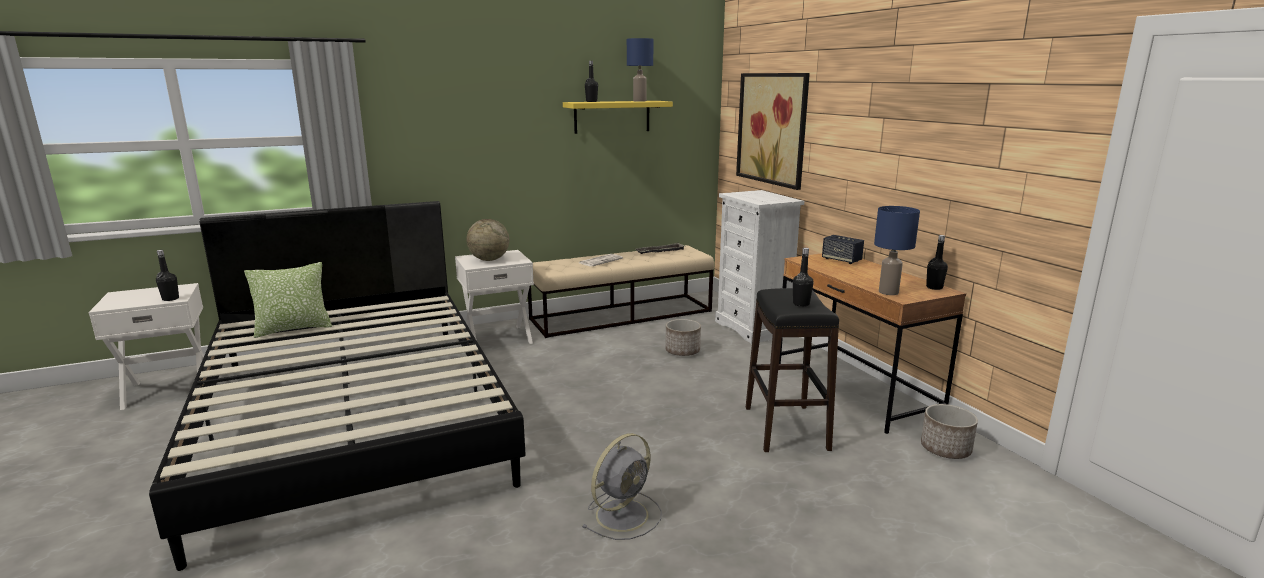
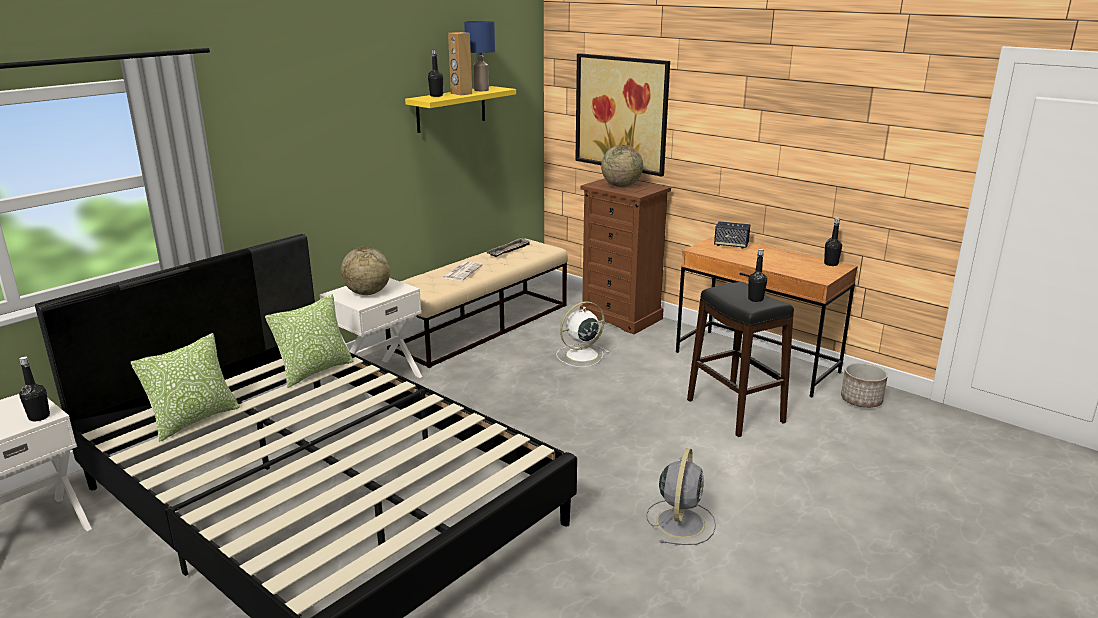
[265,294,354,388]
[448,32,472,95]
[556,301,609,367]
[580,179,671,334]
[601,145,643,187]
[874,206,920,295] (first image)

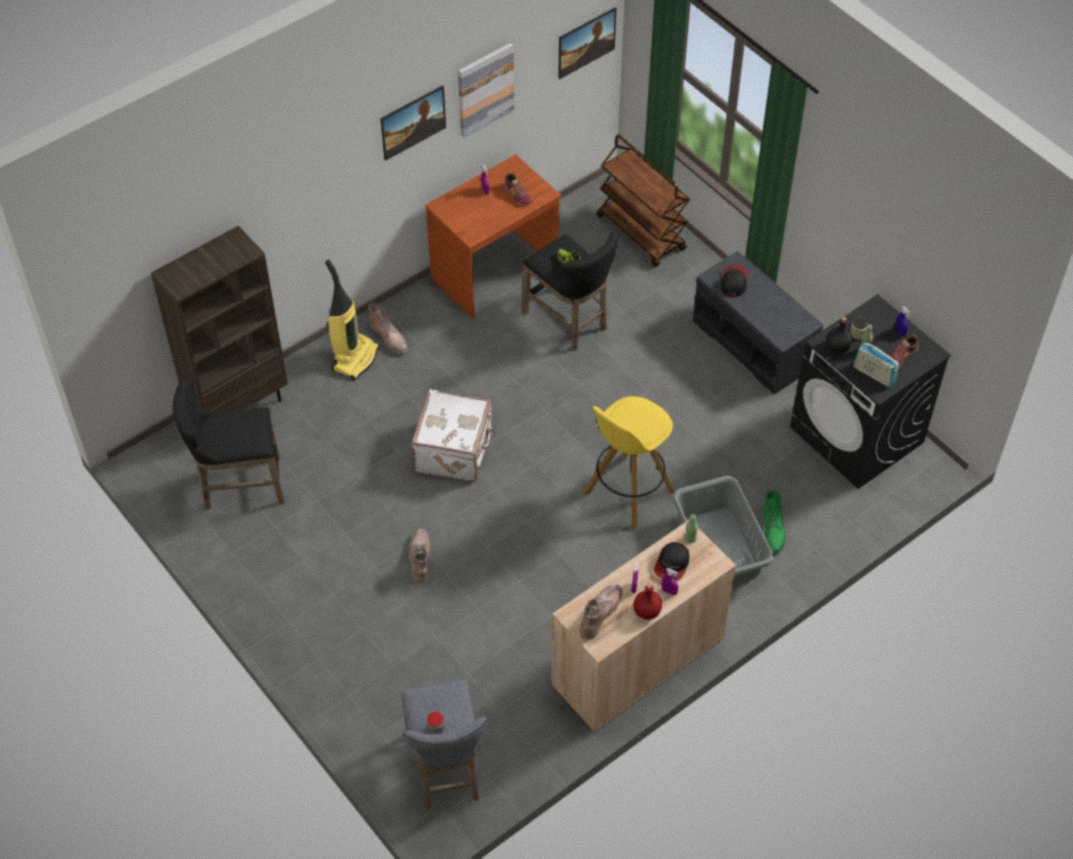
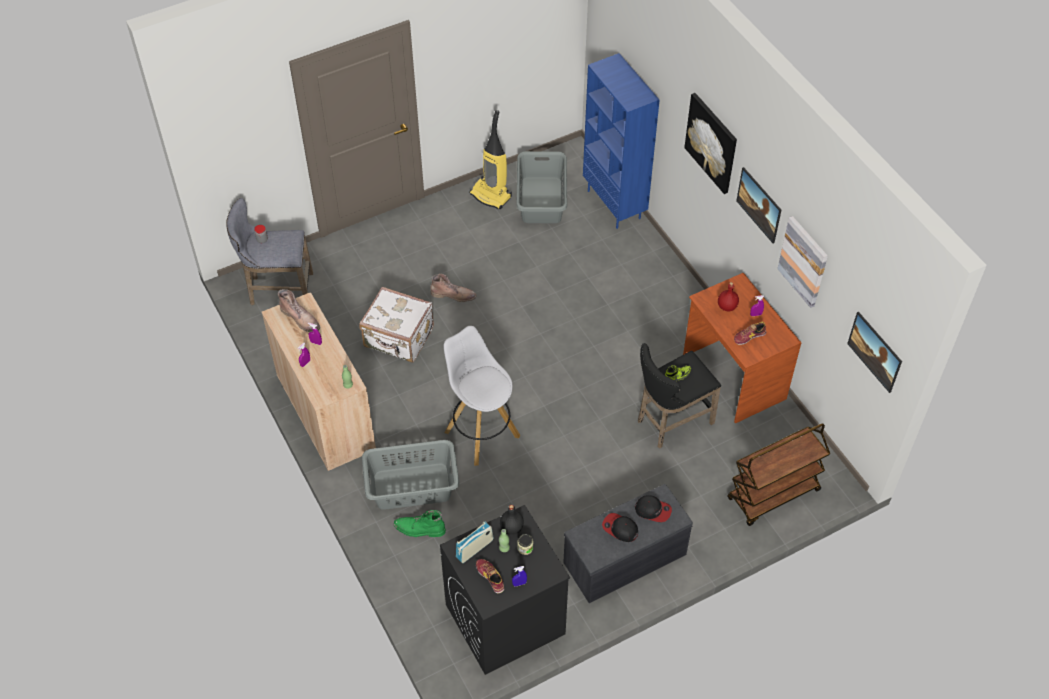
[359,287,434,363]
[444,326,520,466]
[469,110,512,210]
[516,151,567,223]
[583,53,660,229]
[602,513,638,542]
[684,93,737,194]
[718,282,739,311]
[369,303,409,355] (first image)

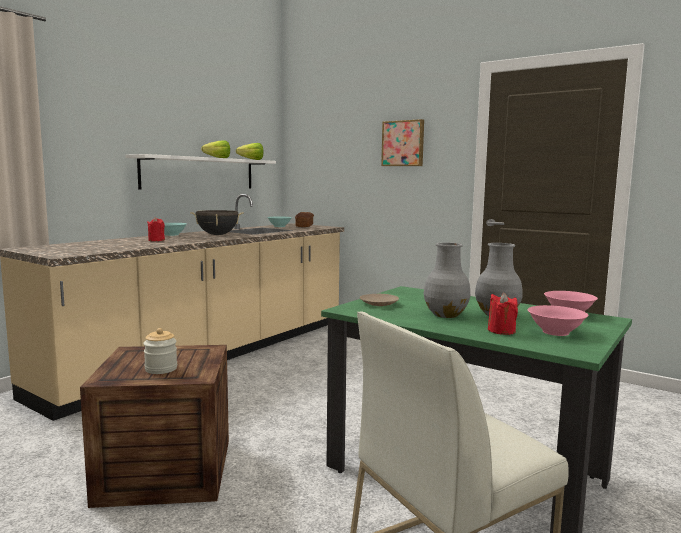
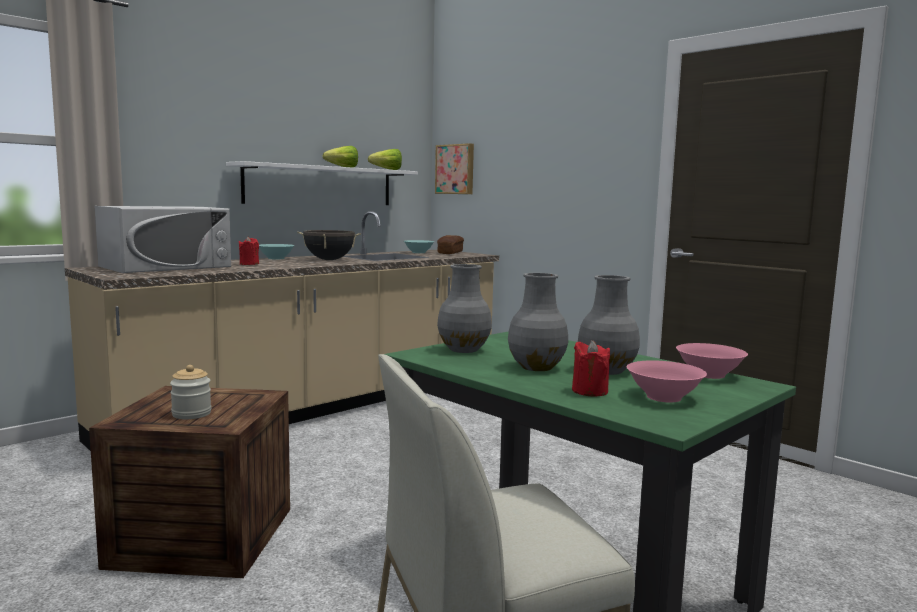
[95,206,231,273]
[435,143,474,194]
[437,264,492,353]

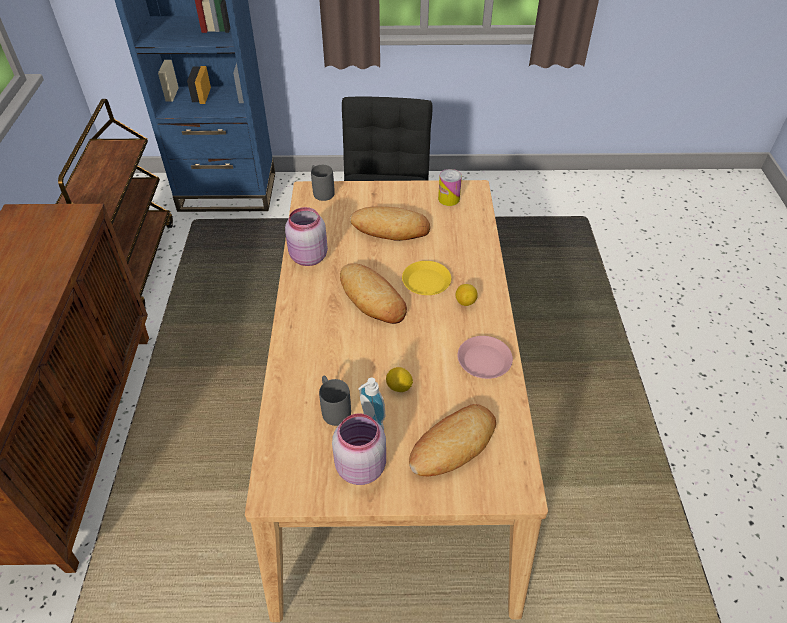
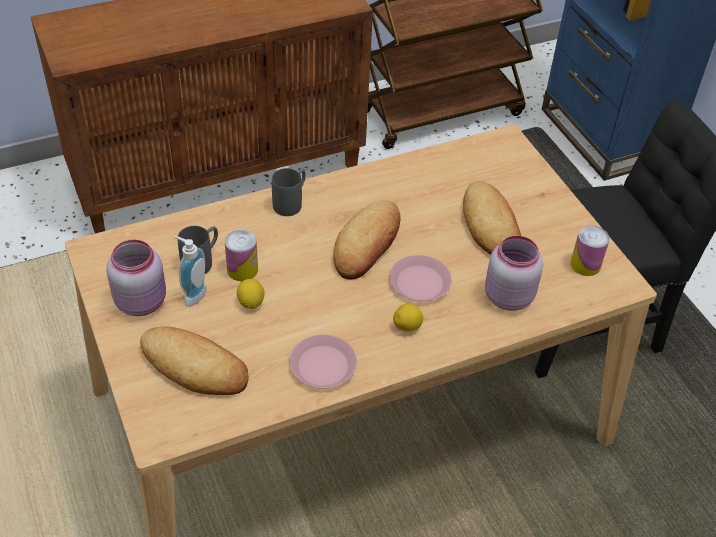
[225,230,258,281]
[272,168,306,216]
[389,255,452,302]
[485,236,543,311]

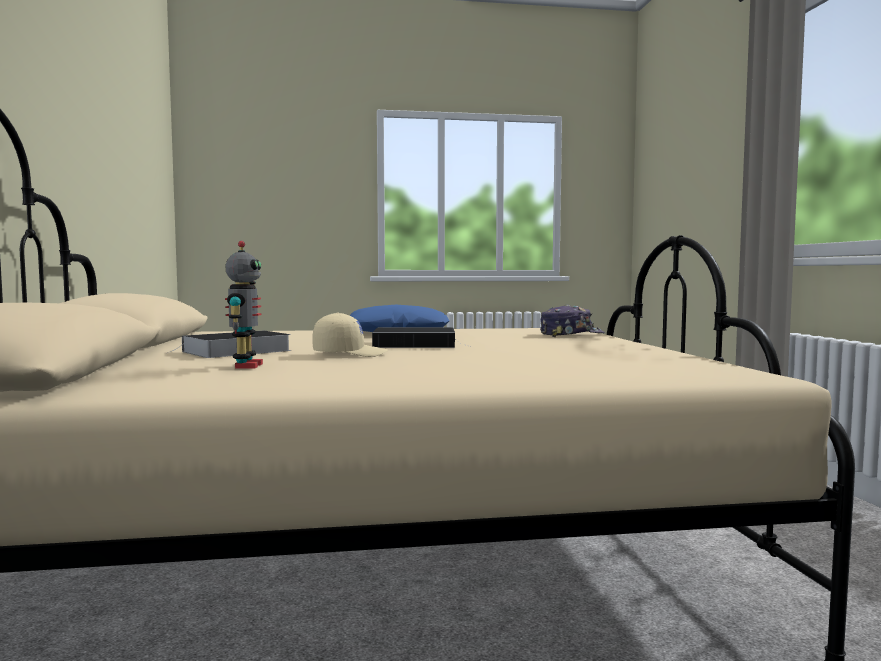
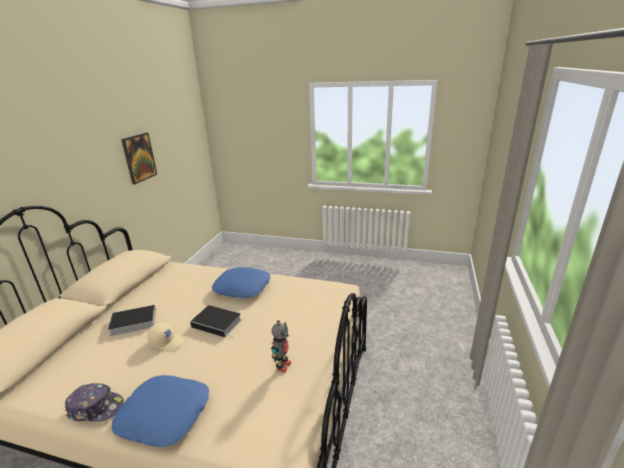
[65,383,124,422]
[112,375,209,447]
[121,133,157,184]
[271,320,291,373]

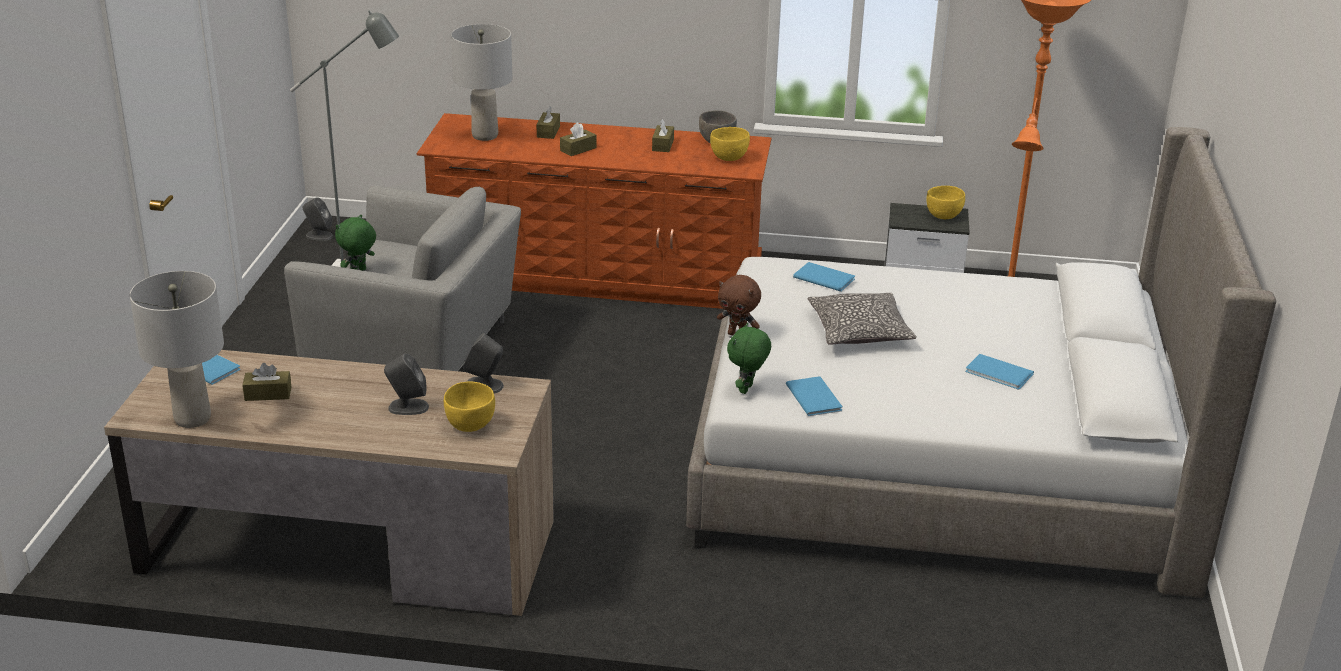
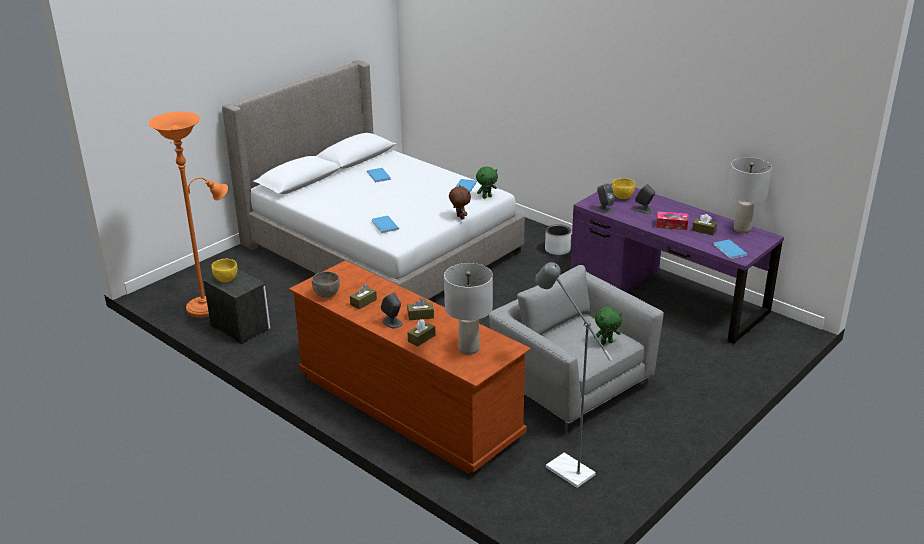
[381,292,403,328]
[545,224,571,255]
[570,183,784,344]
[656,211,688,230]
[710,127,750,161] (first image)
[808,293,917,345] (first image)

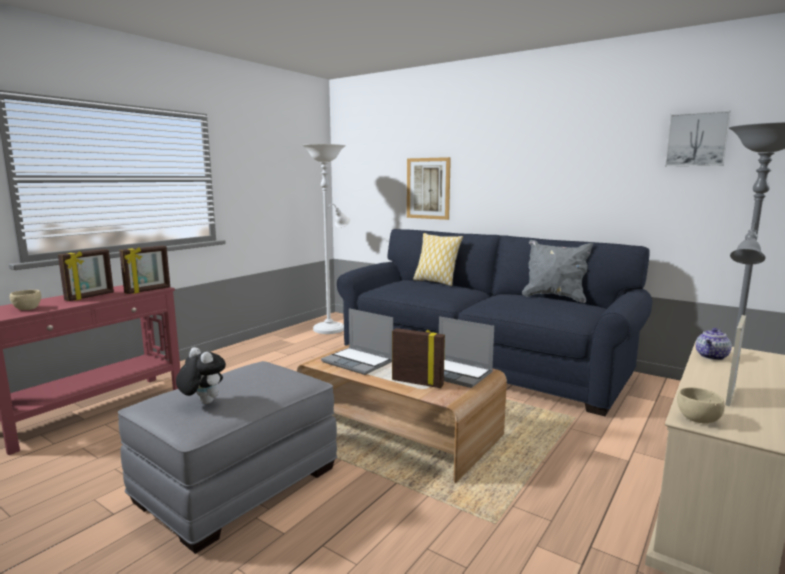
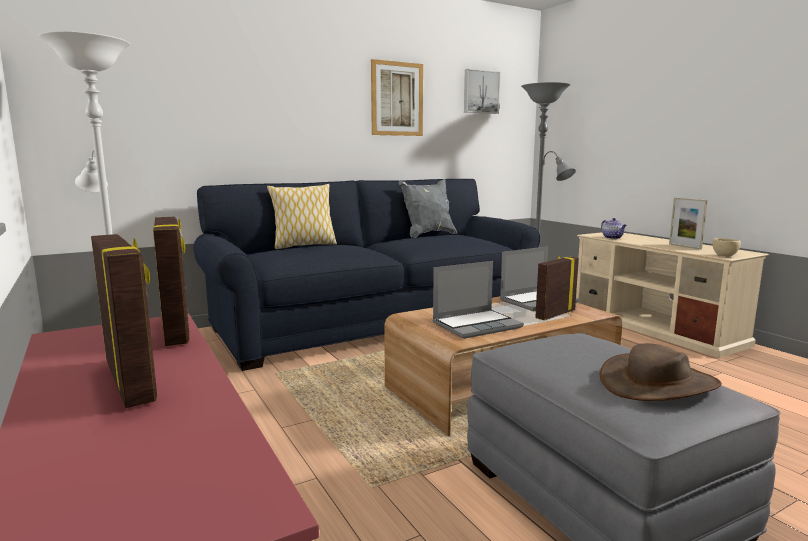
[371,59,423,136]
[600,343,722,401]
[10,290,41,310] (first image)

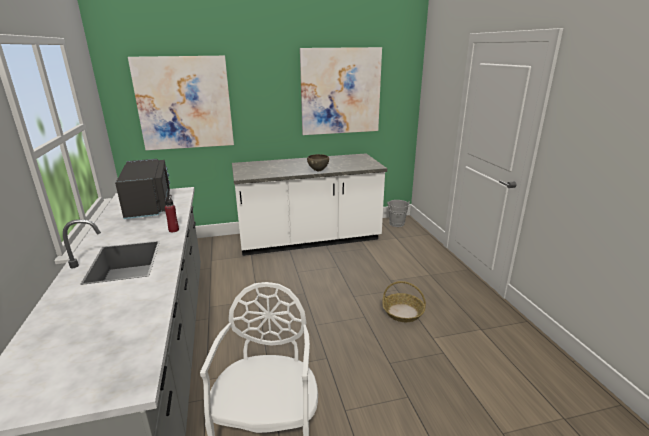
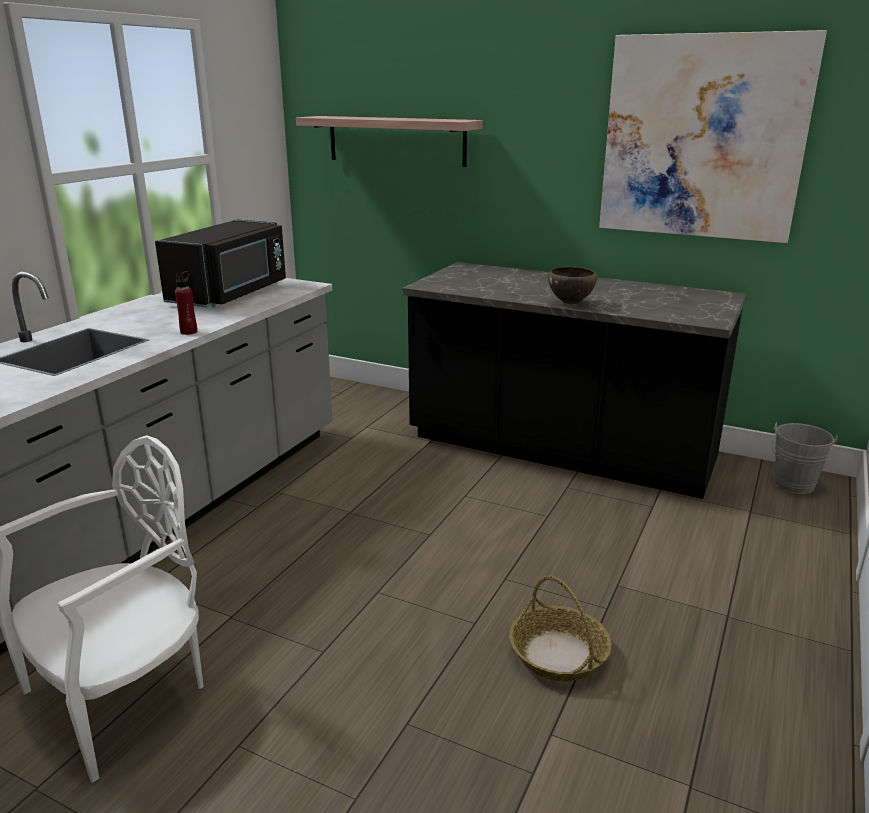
[296,116,483,167]
[403,262,747,499]

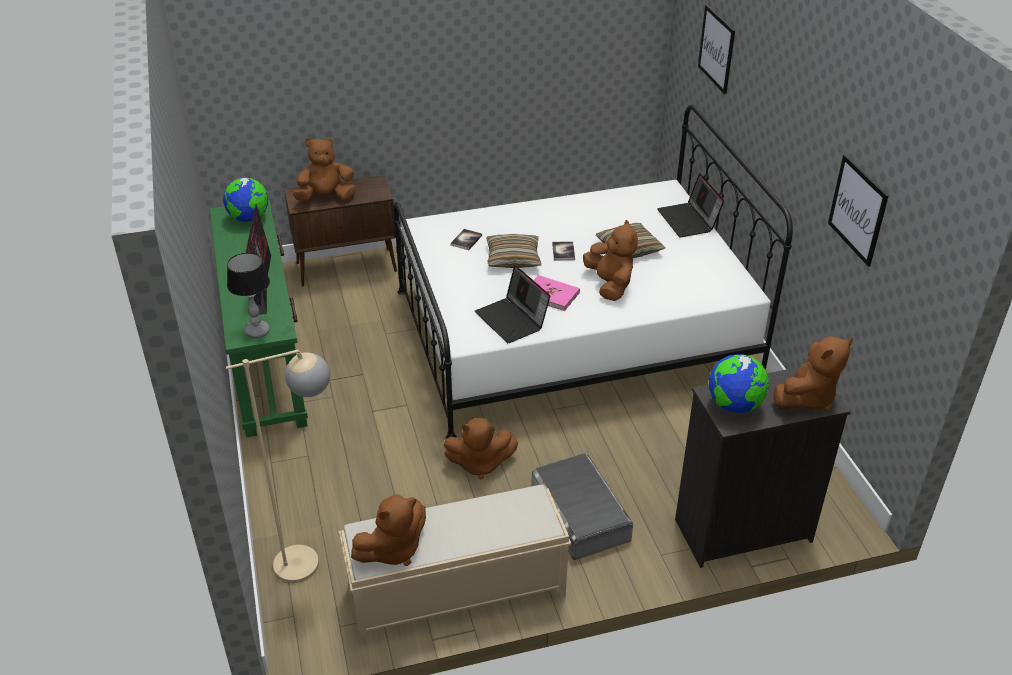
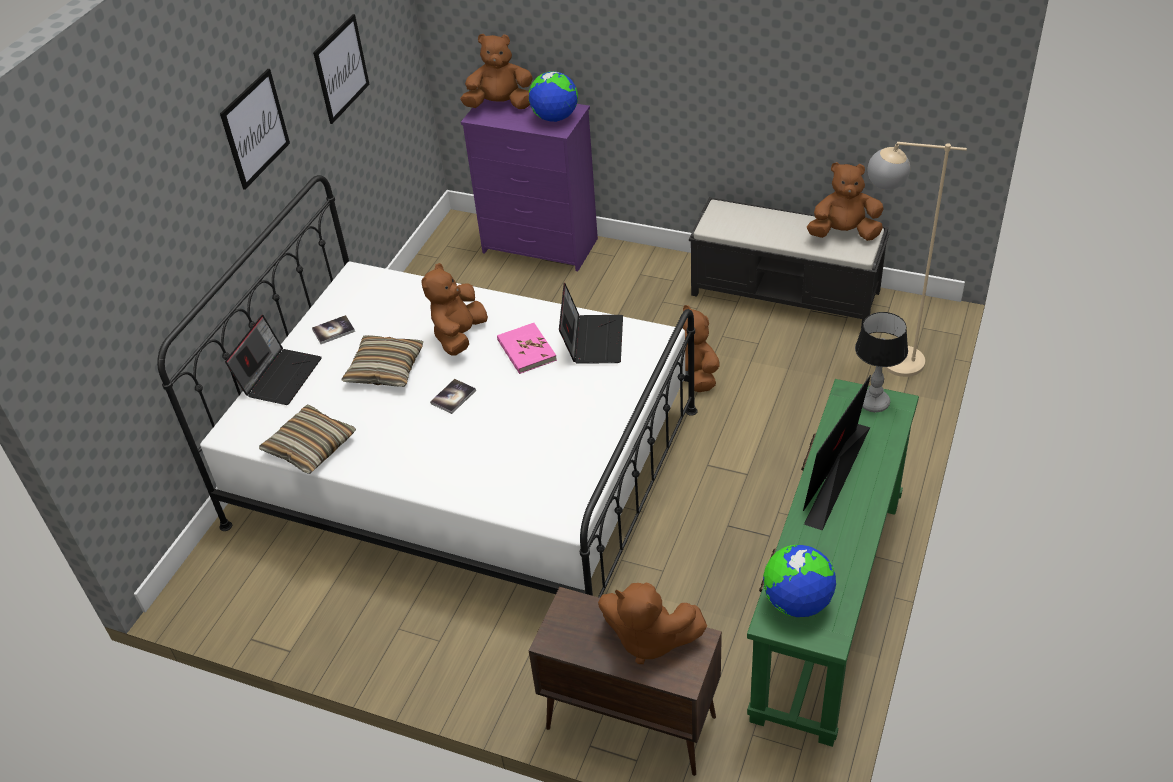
[220,69,290,190]
[259,404,356,474]
[312,315,355,344]
[461,99,598,271]
[689,197,890,328]
[531,453,633,560] (first image)

